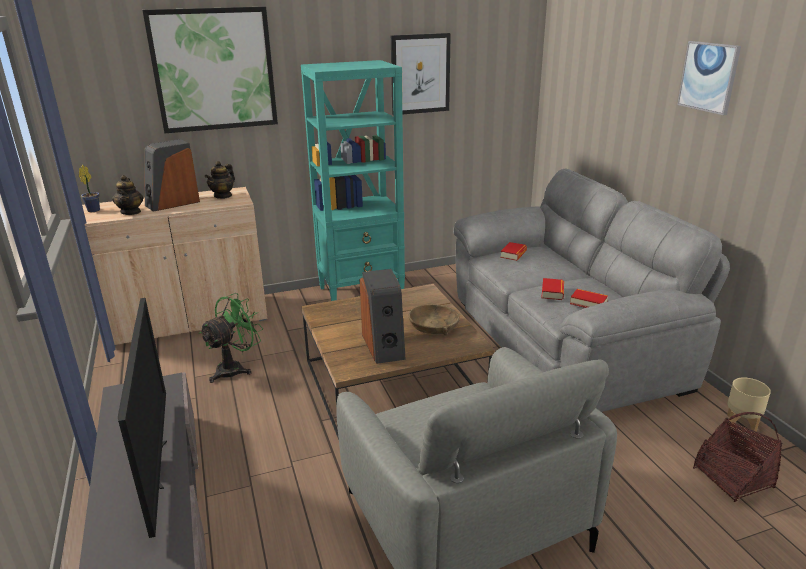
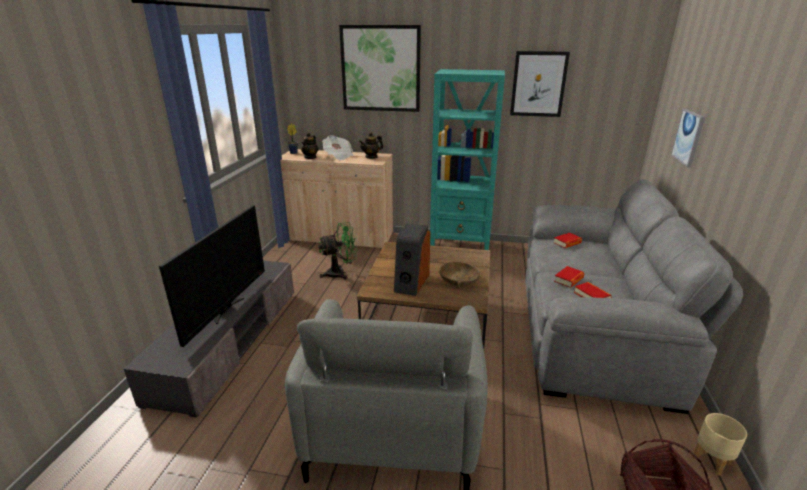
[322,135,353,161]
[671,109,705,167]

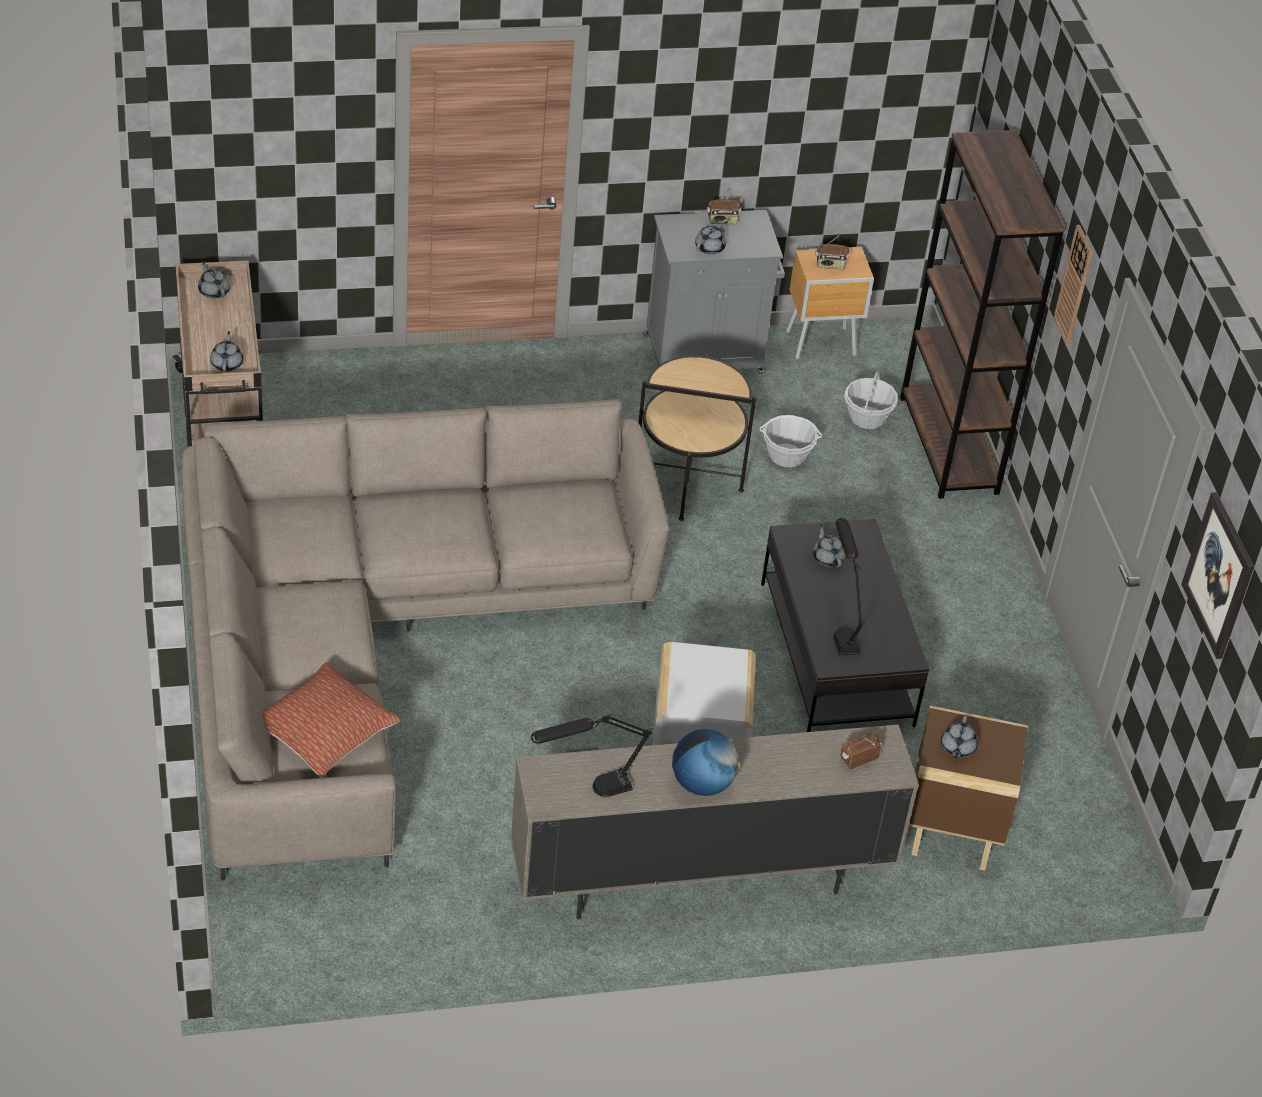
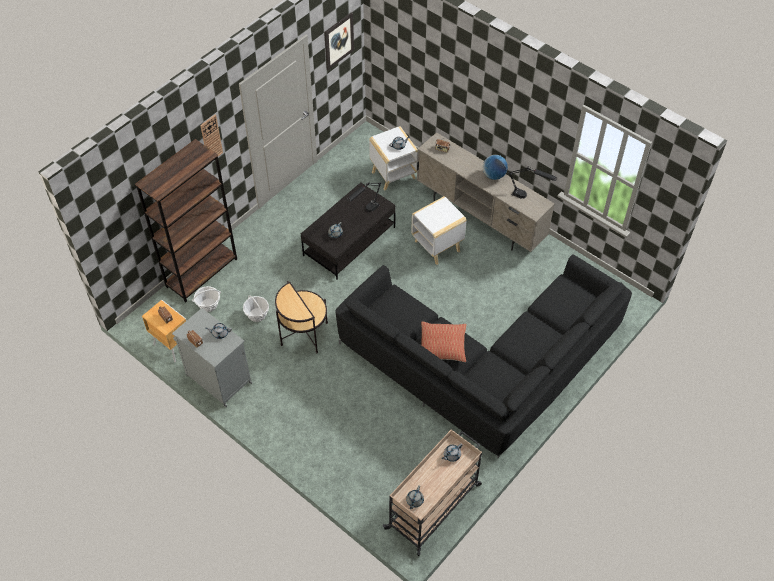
[335,254,632,459]
[369,126,418,191]
[421,321,466,362]

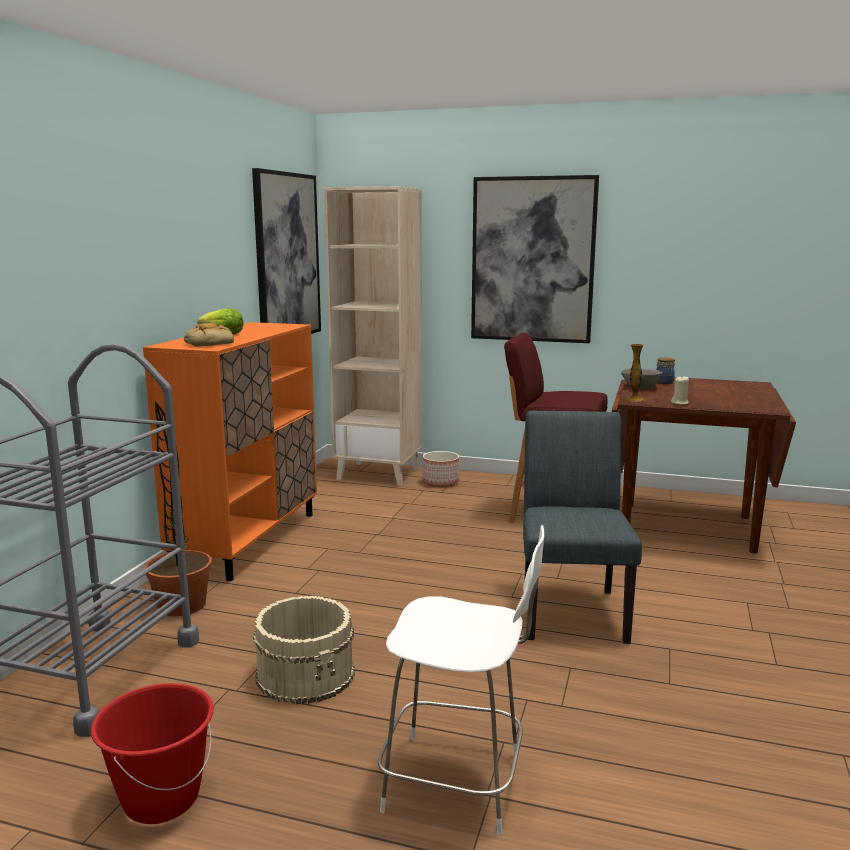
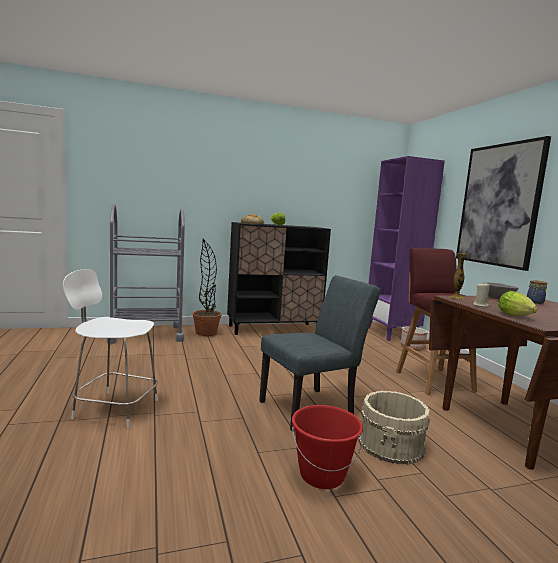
[63,269,158,428]
[227,222,331,335]
[292,405,363,489]
[358,391,430,465]
[368,156,445,341]
[498,291,538,316]
[252,168,321,334] (first image)

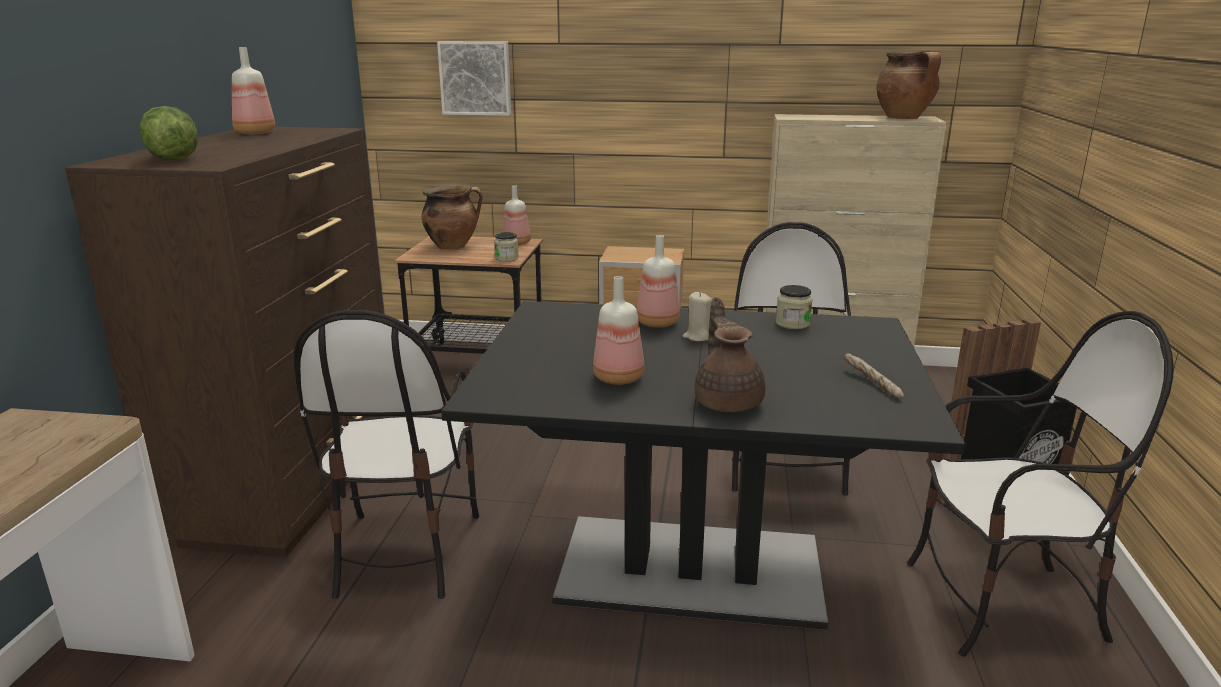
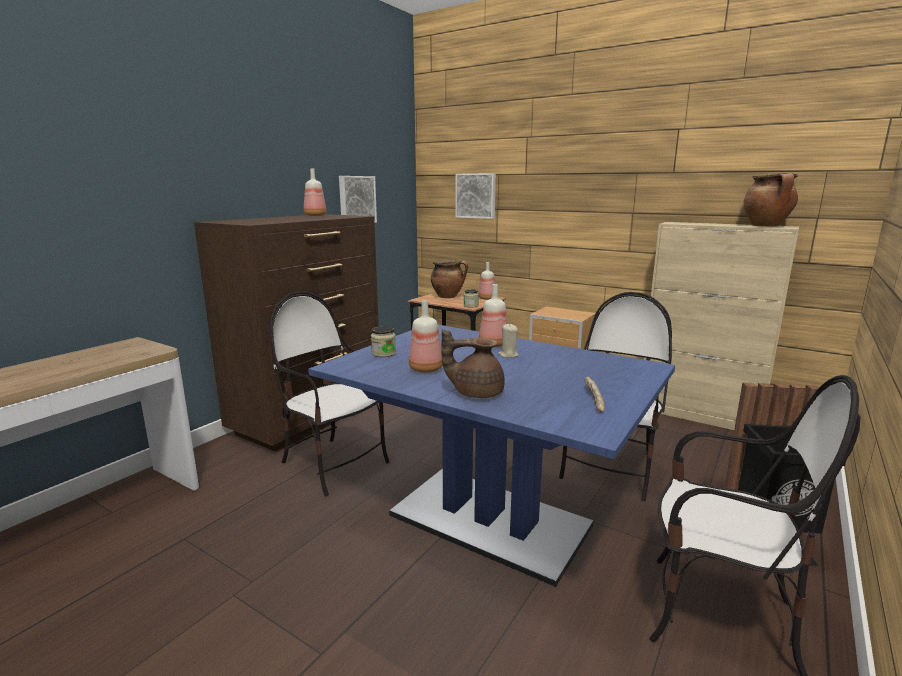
[269,291,390,496]
[308,325,675,587]
[339,176,377,223]
[371,326,396,357]
[441,329,505,398]
[140,106,198,161] (first image)

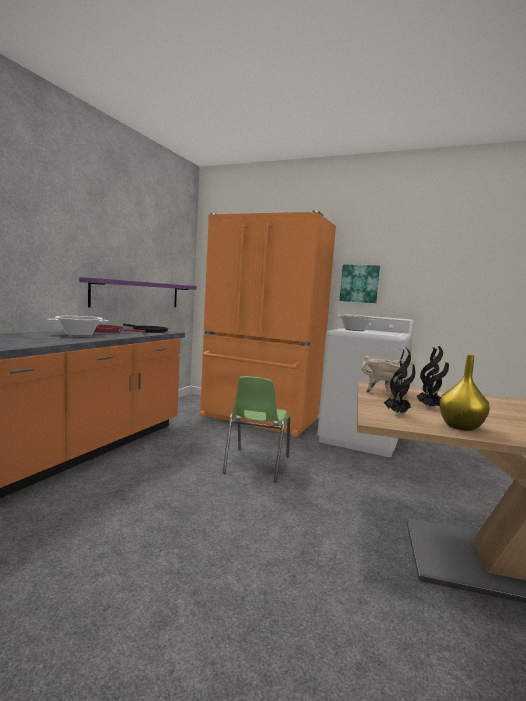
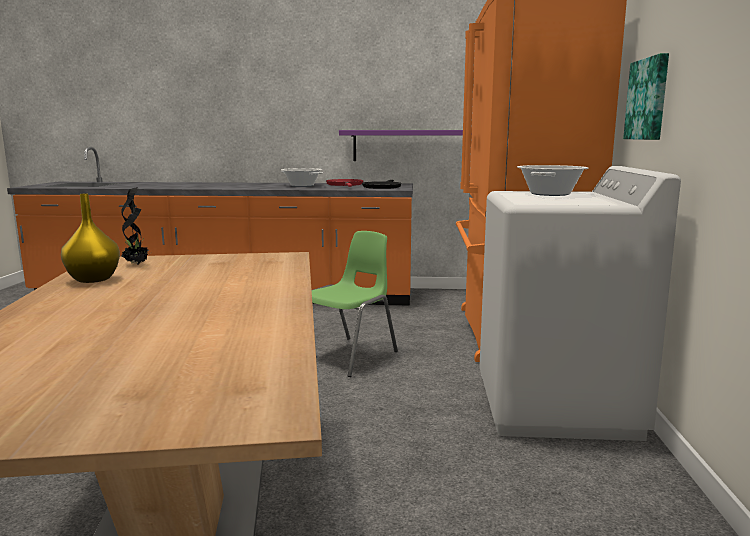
[312,231,398,377]
[361,356,413,393] (first image)
[417,346,449,408] (first image)

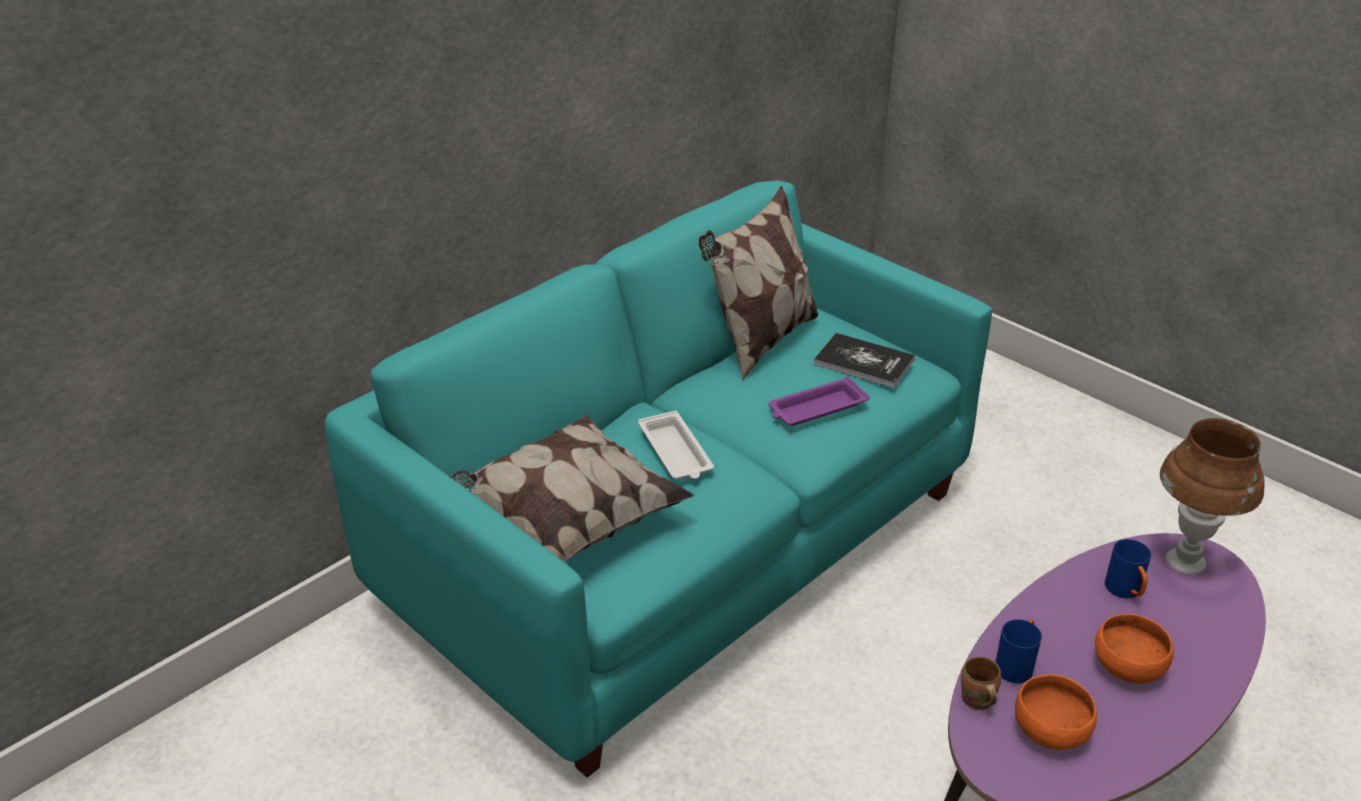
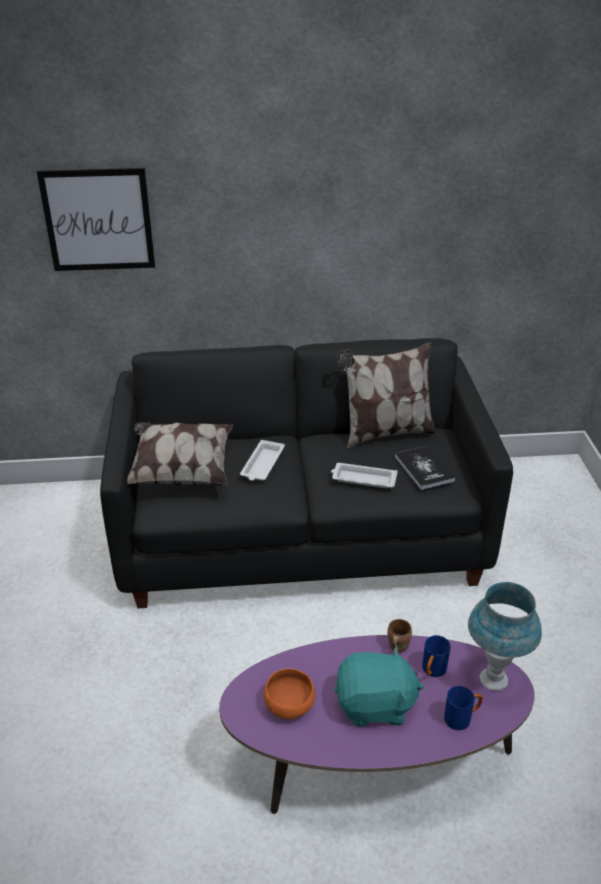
[37,168,155,271]
[100,338,513,608]
[331,463,398,488]
[334,646,424,727]
[387,619,412,653]
[444,686,483,730]
[468,582,542,691]

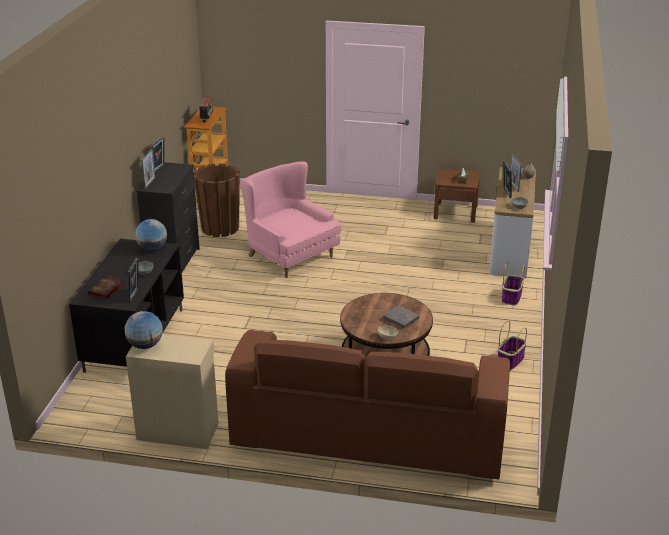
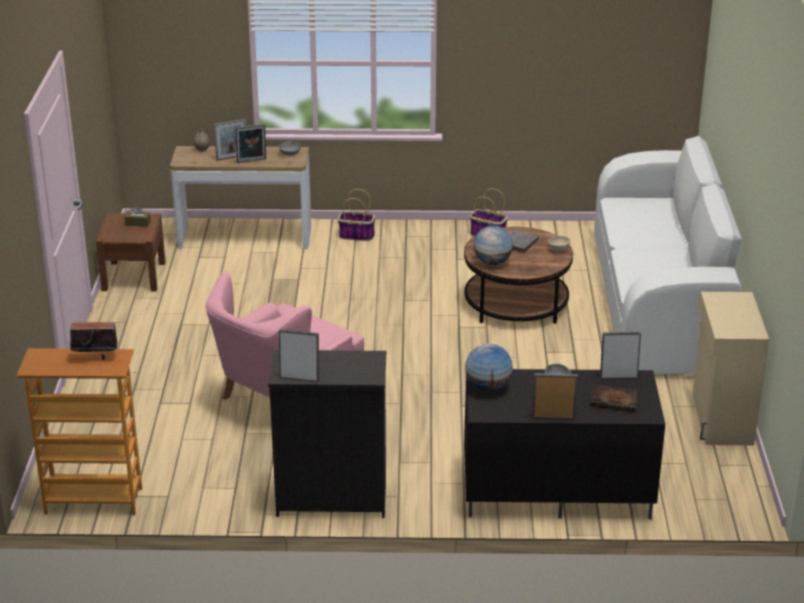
[473,225,513,265]
[532,373,578,420]
[594,136,742,374]
[194,163,240,237] (first image)

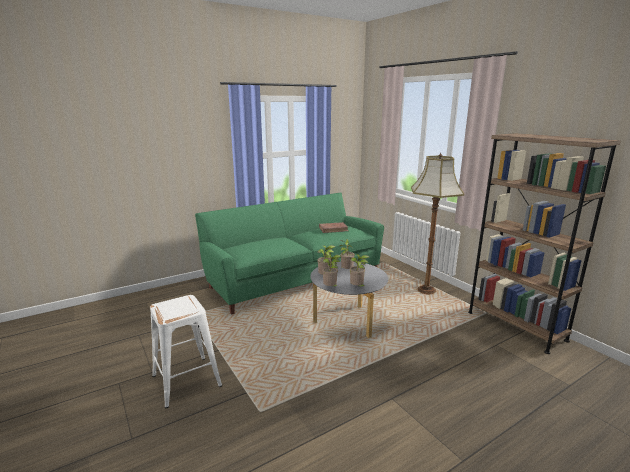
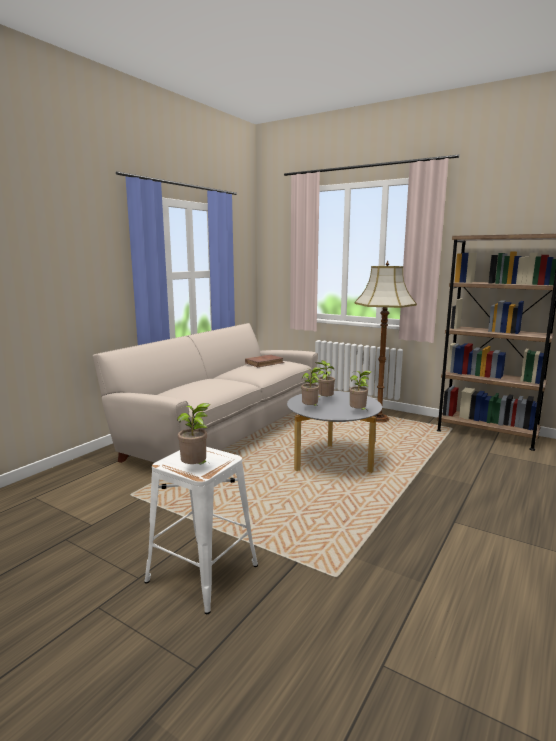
[93,323,318,463]
[177,403,210,464]

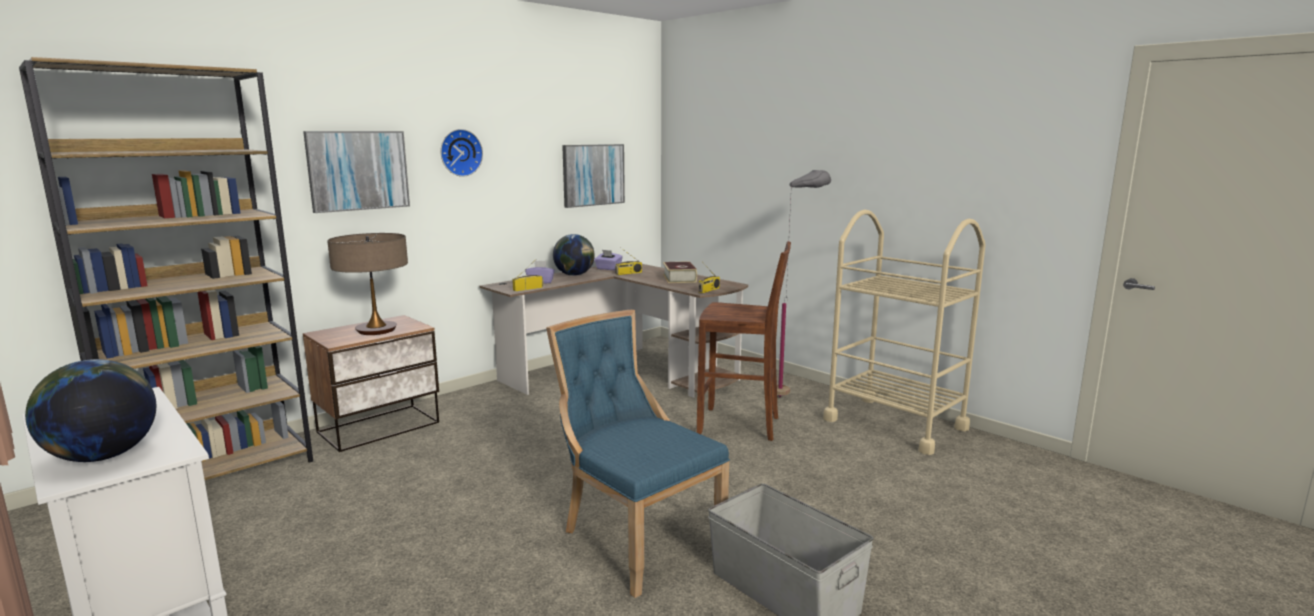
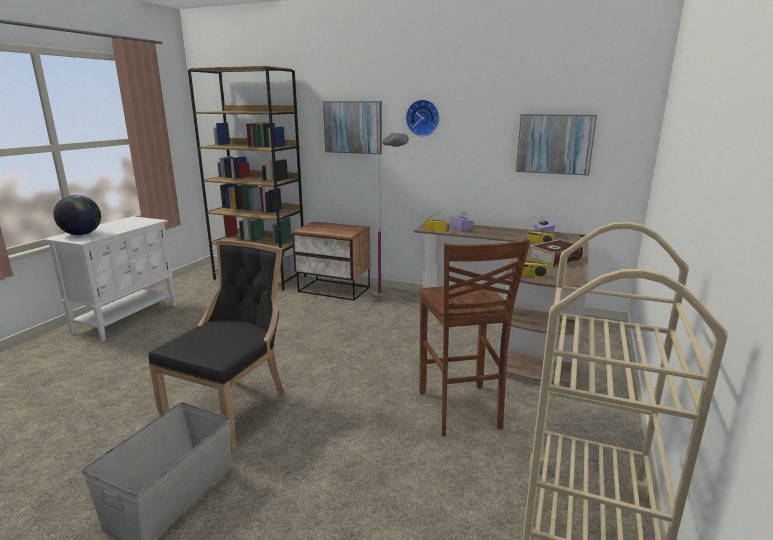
[148,240,284,452]
[372,132,409,300]
[327,233,408,335] (first image)
[553,234,595,276] (first image)

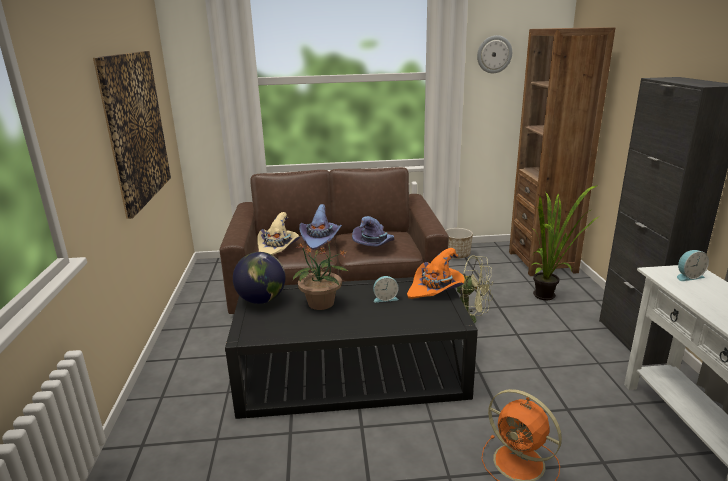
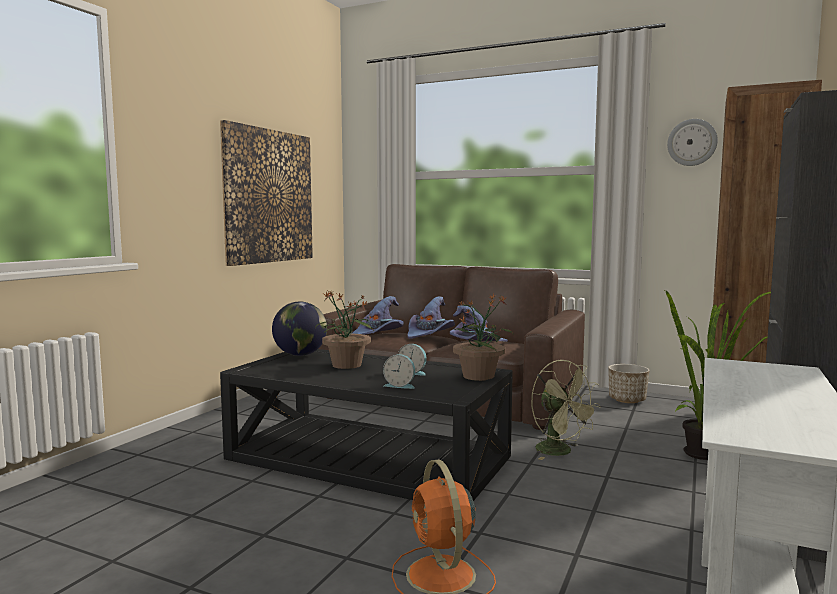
[351,296,404,335]
[383,354,415,389]
[453,294,514,381]

